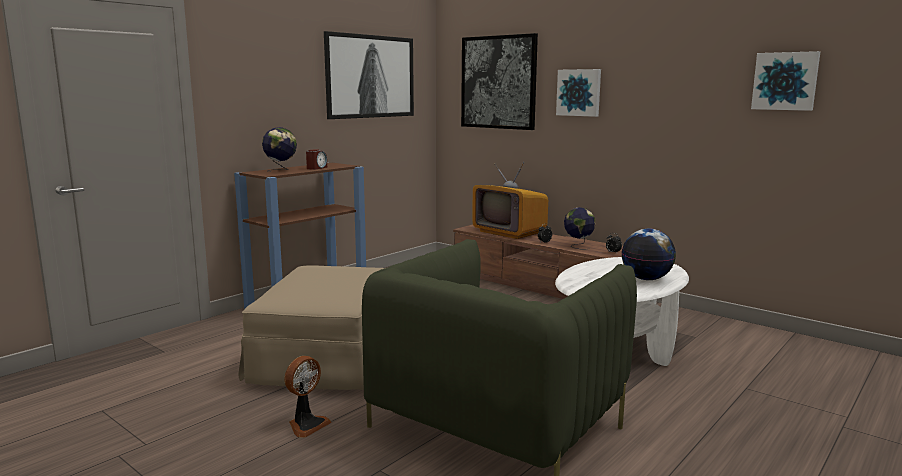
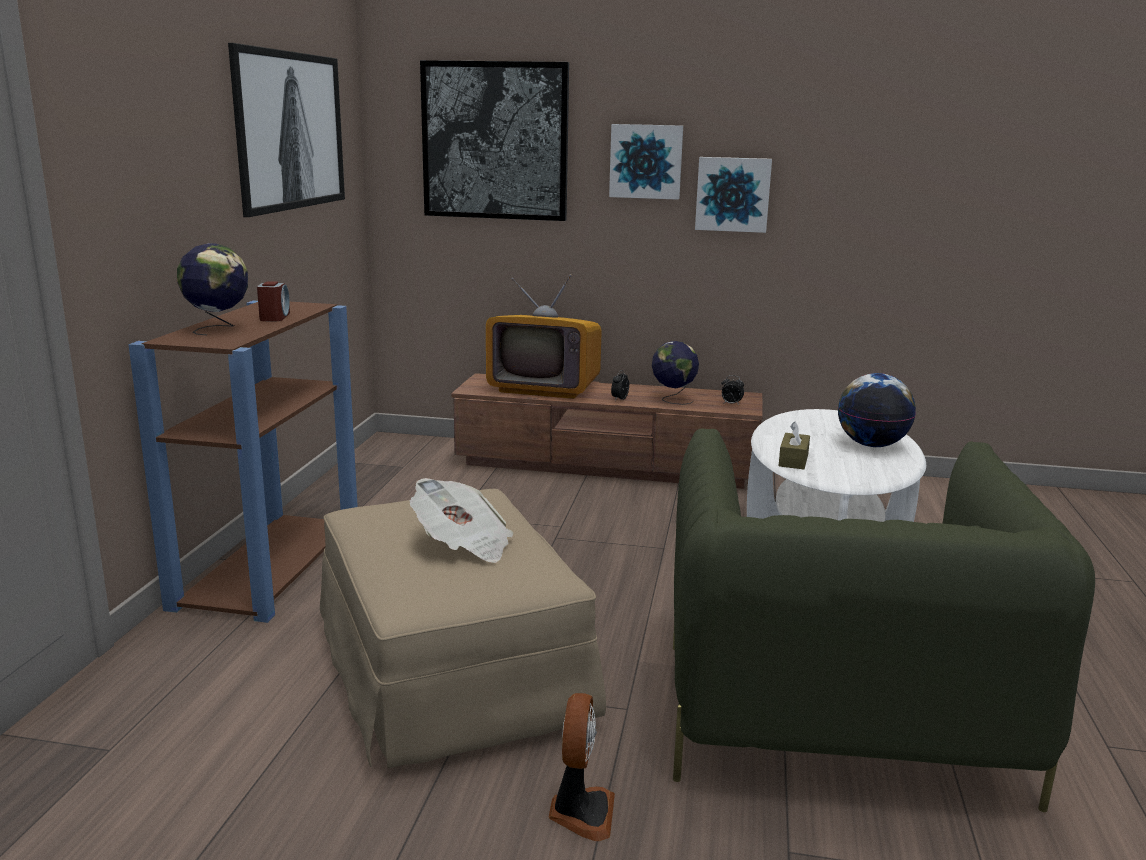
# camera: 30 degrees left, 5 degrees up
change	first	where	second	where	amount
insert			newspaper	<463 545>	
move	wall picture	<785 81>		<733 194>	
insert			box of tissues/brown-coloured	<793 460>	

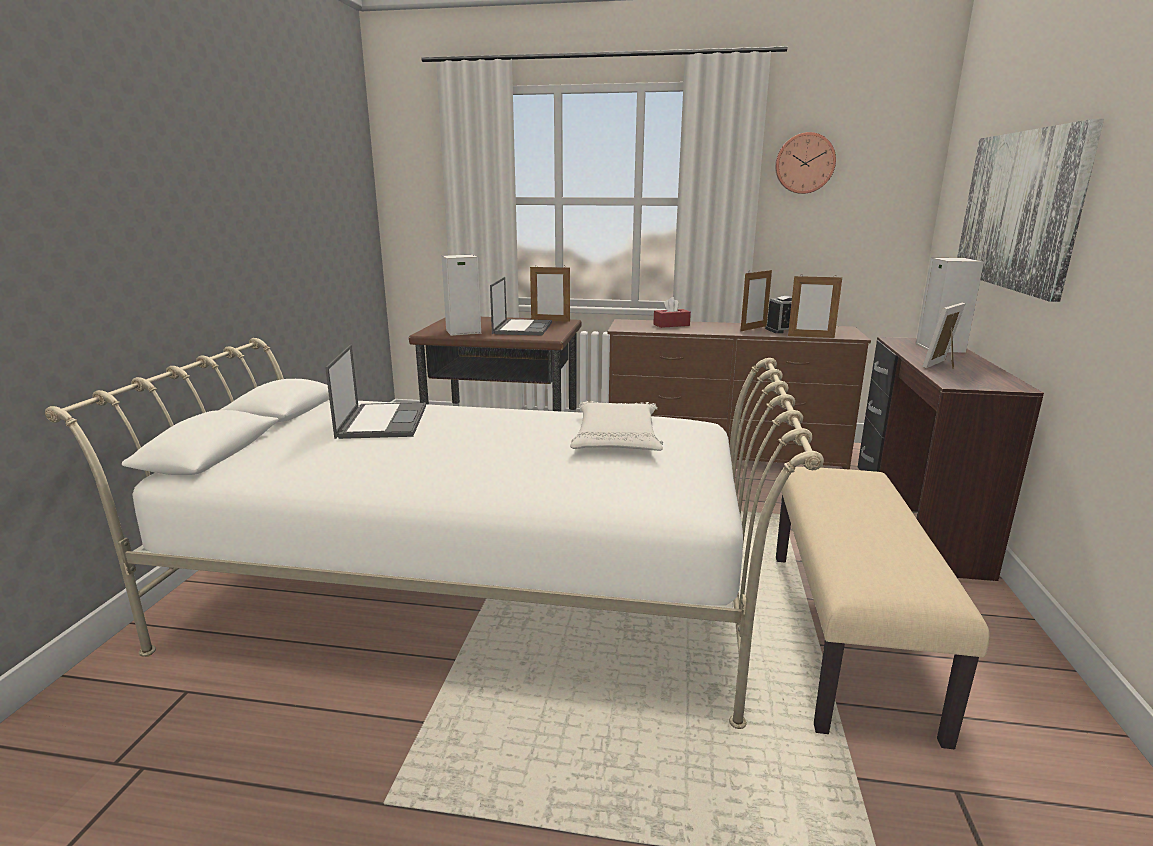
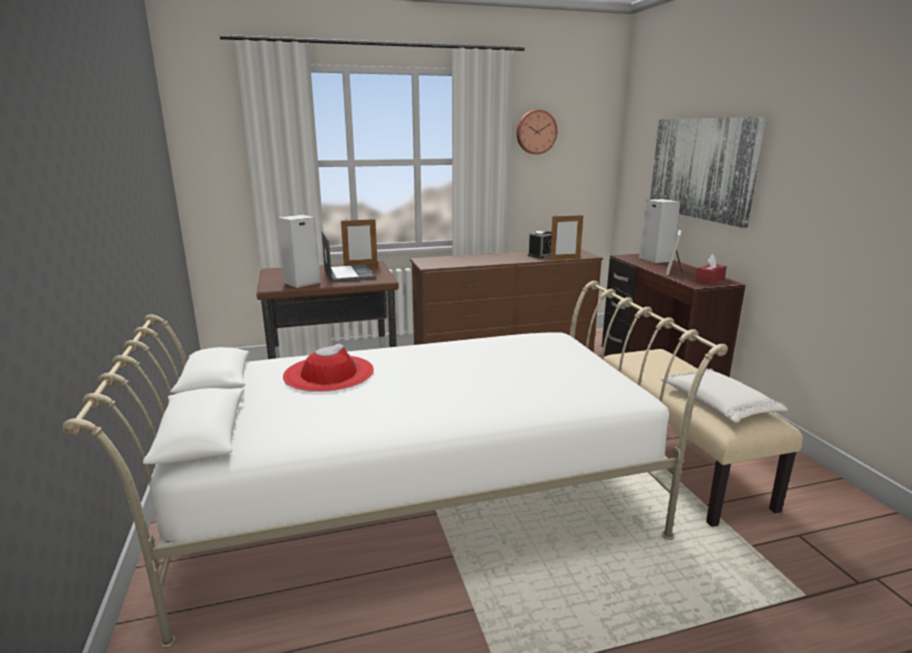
# camera: 25 degrees left, 0 degrees up
change	first	where	second	where	amount
replace	portable computer	<382 421>	clothing hat/reddish	<329 373>	
move	cushion/white-coloured	<617 435>		<719 401>	
move	box of tissues/reddish	<671 325>		<710 280>	
delete	photo frame	<753 328>			

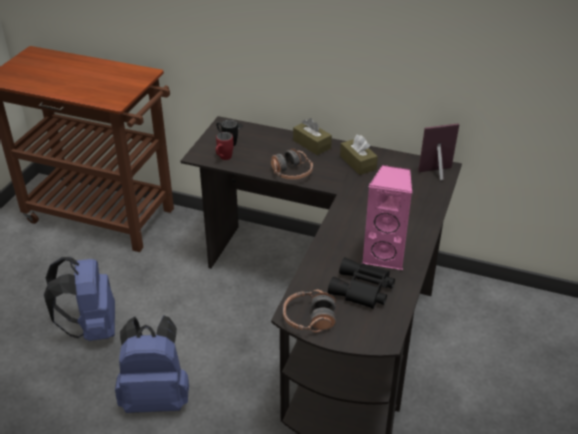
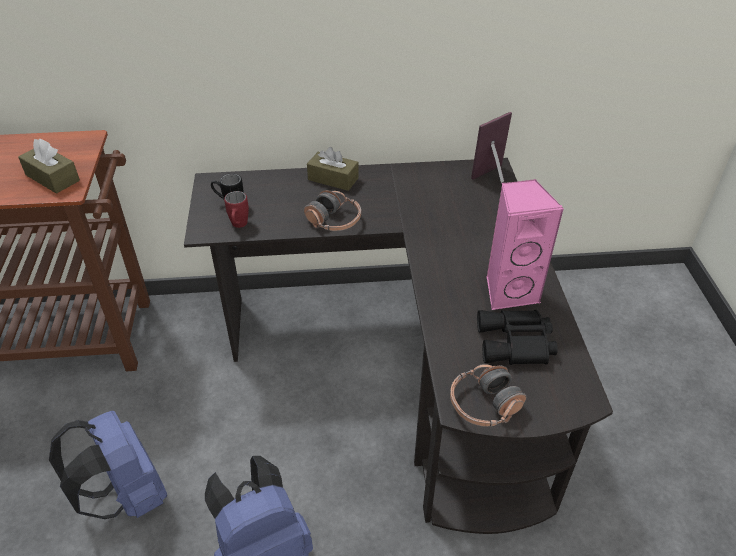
# camera: 25 degrees left, 5 degrees up
change	first	where	second	where	amount
move	box of tissues/brown-coloured	<358 163>		<52 178>	

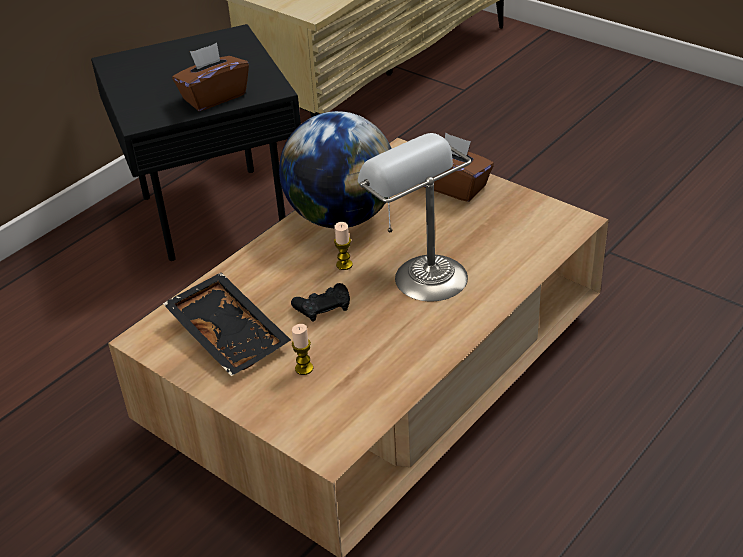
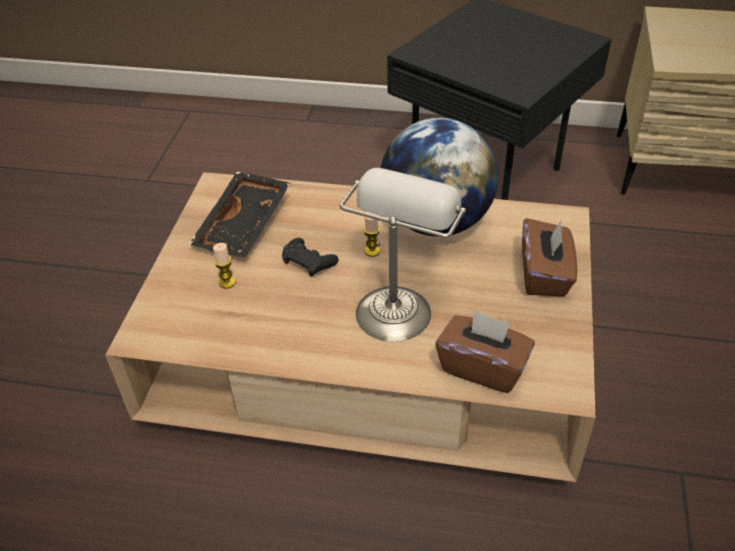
# camera: 60 degrees right, 5 degrees up
change	first	where	second	where	amount
move	box of tissues/brown-coloured	<214 97>		<482 367>	

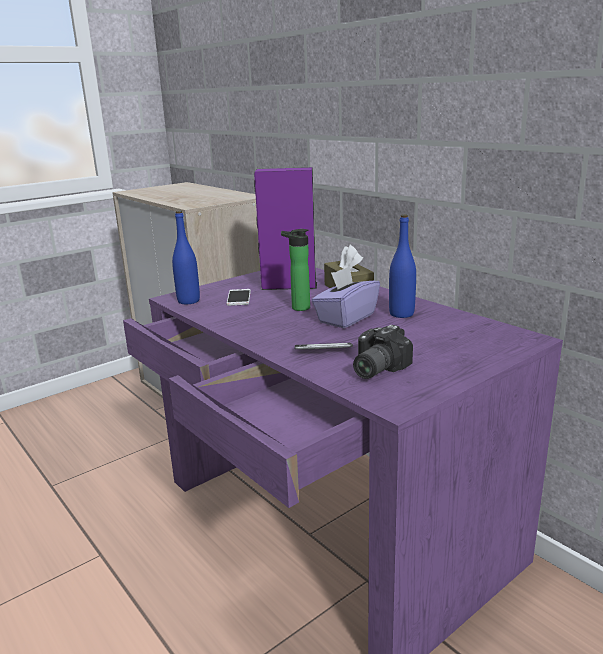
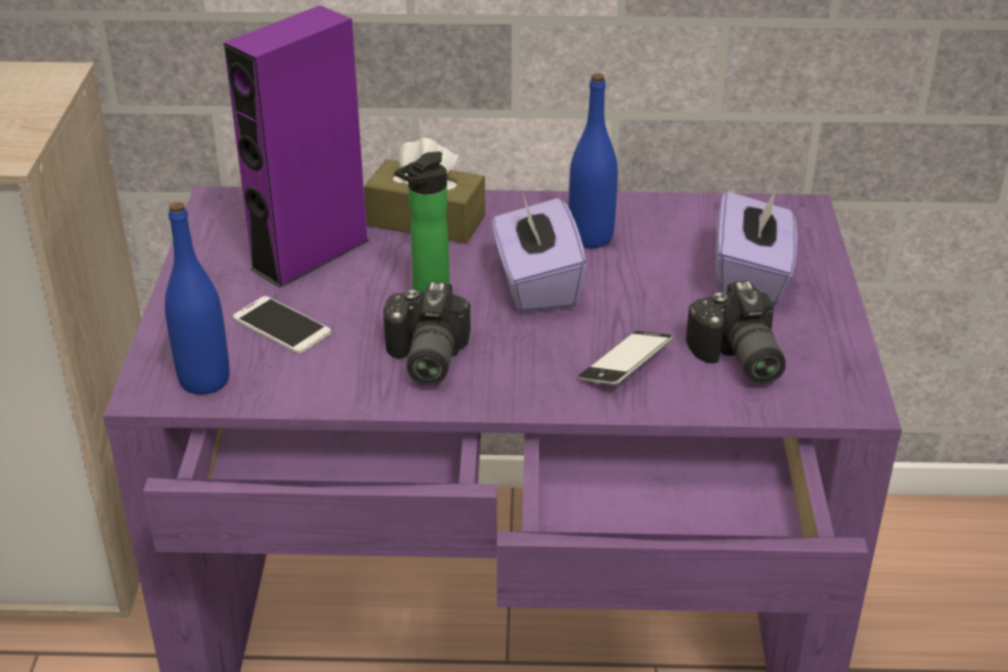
# camera: 50 degrees left, 15 degrees up
change	first	where	second	where	amount
insert			photo camera	<423 359>	
insert			box of tissues/purplish	<751 278>	

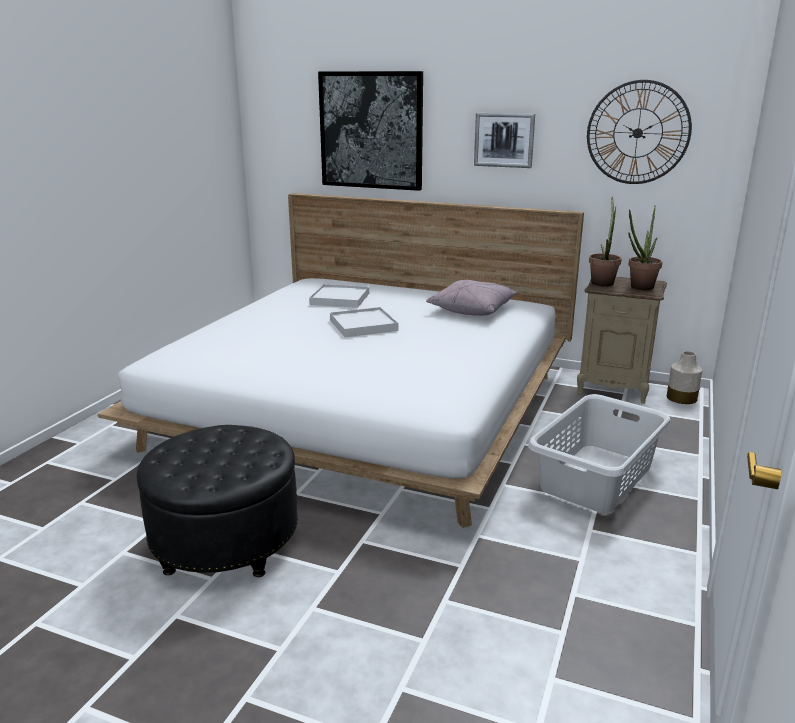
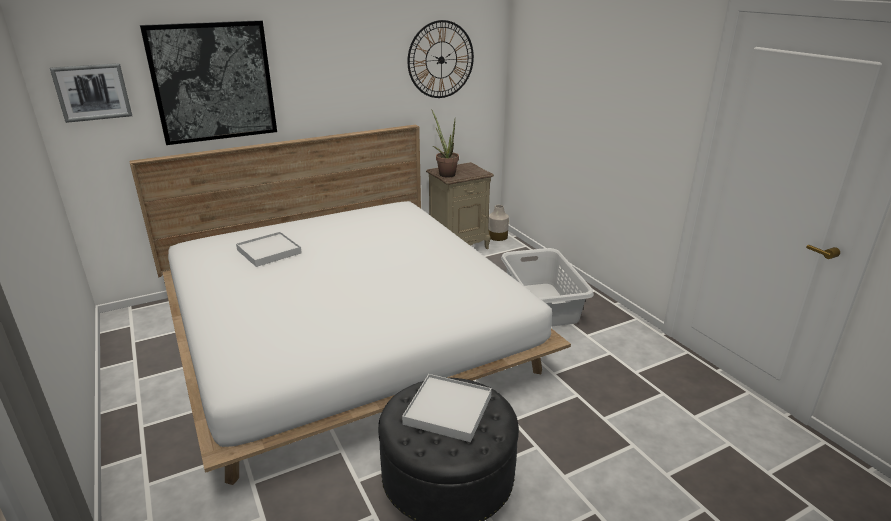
# camera: 50 degrees left, 5 degrees up
change	first	where	second	where	amount
move	wall picture	<504 140>		<92 92>	
move	carrying tray/white-coloured	<363 325>		<448 410>	
delete	cushion/purplish	<472 309>			
delete	houseplant	<638 288>			

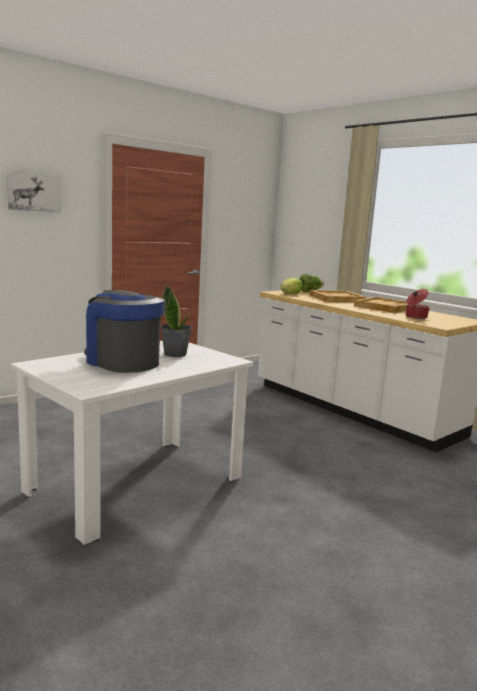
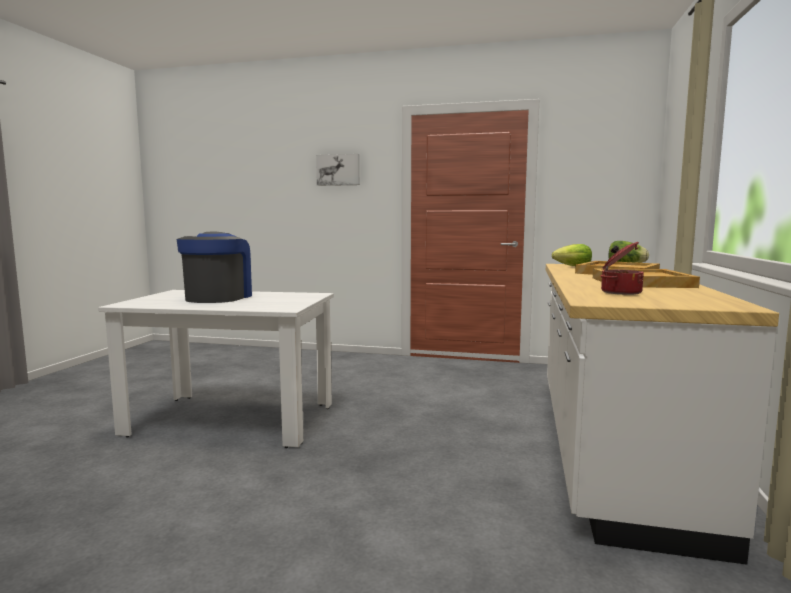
# camera: 55 degrees right, 5 degrees down
change	first	where	second	where	amount
delete	houseplant	<175 354>			

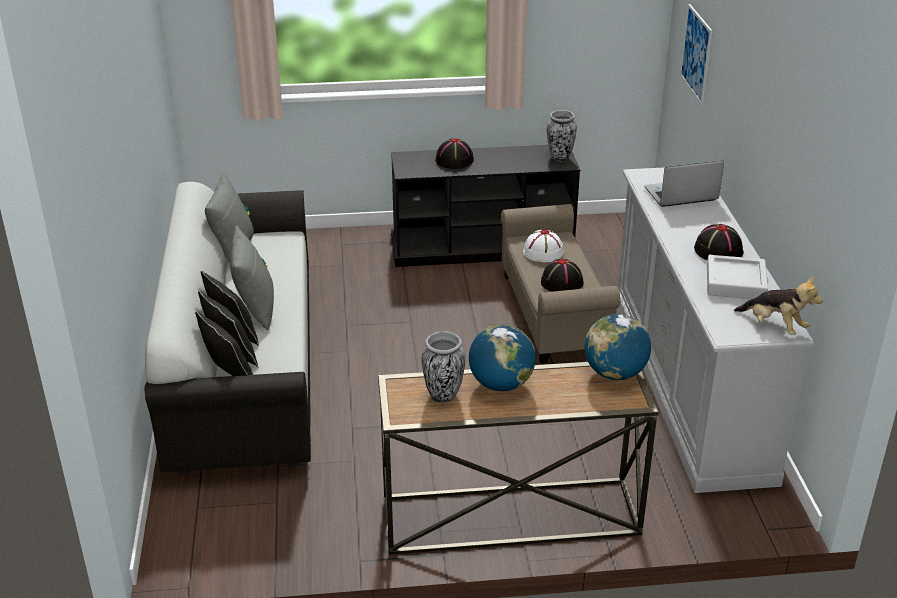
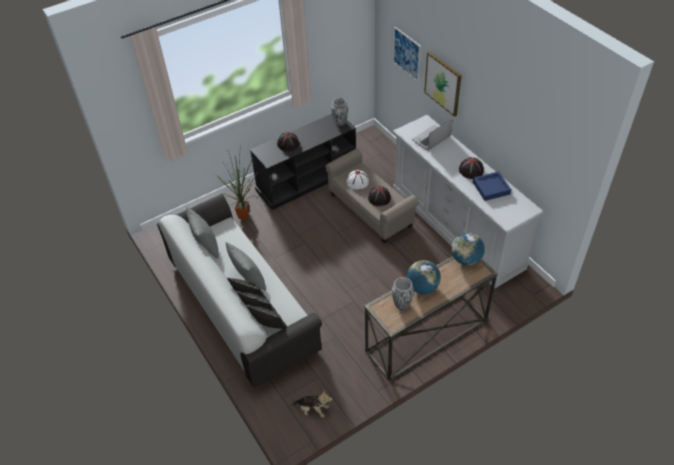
# camera: 25 degrees left, 15 degrees up
change	first	where	second	where	amount
insert			houseplant	<245 217>	
move	soft toy	<774 326>		<312 409>	
insert			wall picture	<443 83>	
recolor	carrying tray/gray	<735 283>	carrying tray/bluish	<491 188>	

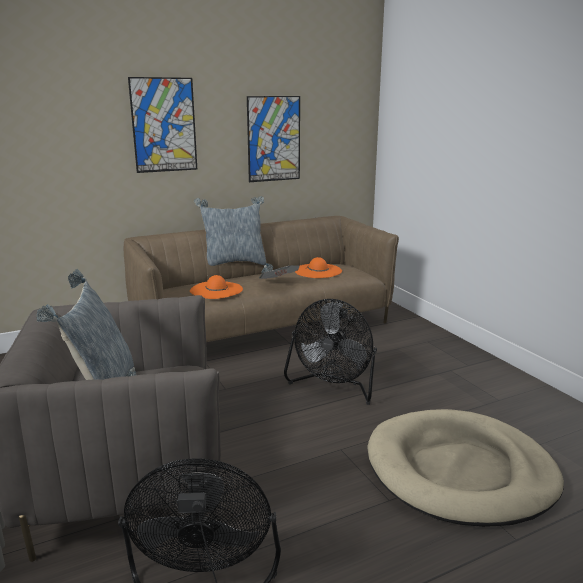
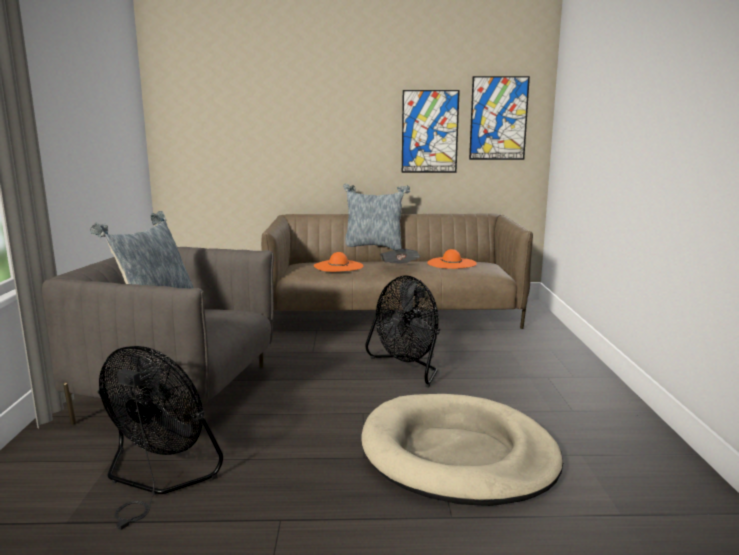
# camera: 25 degrees right, 5 degrees down
change	first	where	second	where	amount
move	wall picture	<164 125>		<498 118>	

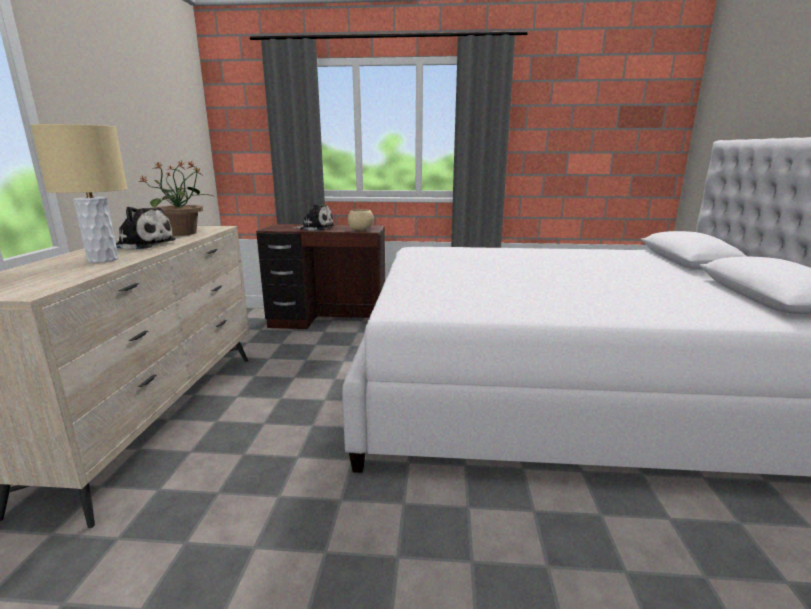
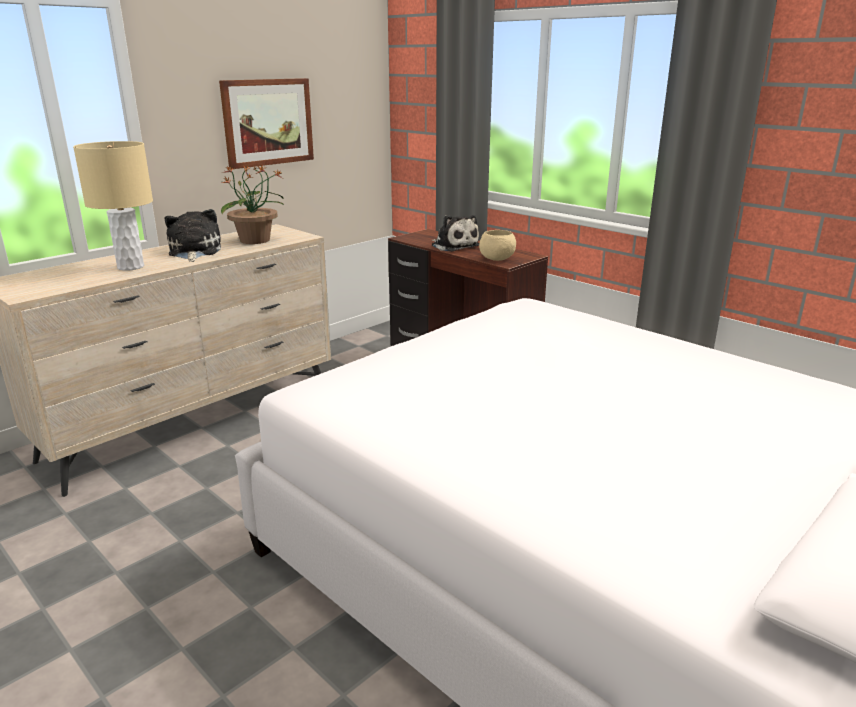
# camera: 40 degrees right, 5 degrees up
change	first	where	second	where	amount
rotate	soft toy	<142 245>		<194 252>	150 degrees counterclockwise
insert			wall picture	<268 122>	

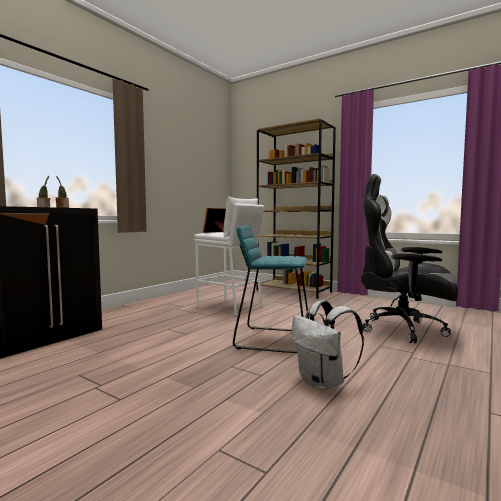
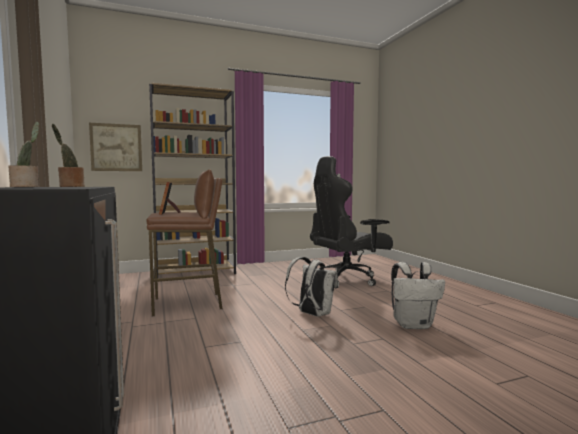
# camera: 55 degrees left, 0 degrees up
change	first	where	second	where	amount
insert			wall picture	<116 147>	
recolor	stool/white-coloured	<229 307>	stool/brown-coloured	<188 304>	
replace	stool/turquoise-coloured	<273 339>	backpack/white-coloured	<312 314>	

